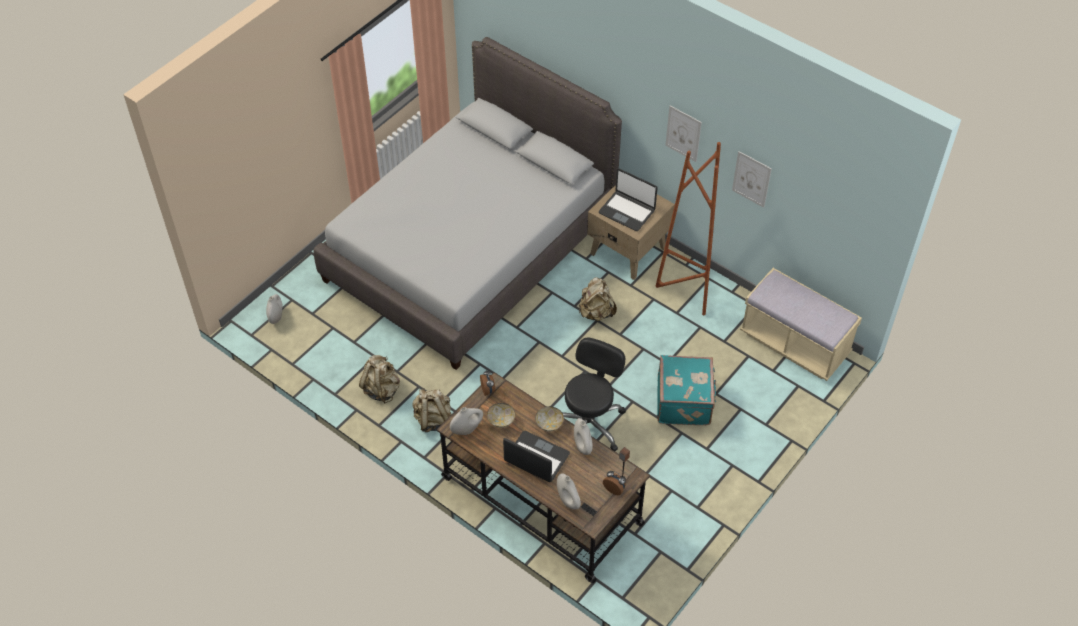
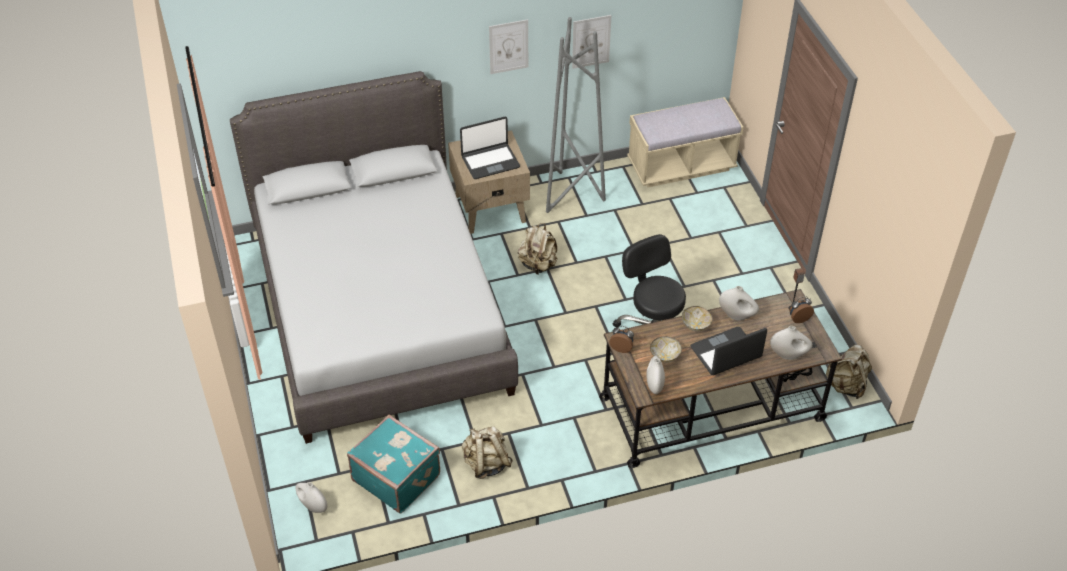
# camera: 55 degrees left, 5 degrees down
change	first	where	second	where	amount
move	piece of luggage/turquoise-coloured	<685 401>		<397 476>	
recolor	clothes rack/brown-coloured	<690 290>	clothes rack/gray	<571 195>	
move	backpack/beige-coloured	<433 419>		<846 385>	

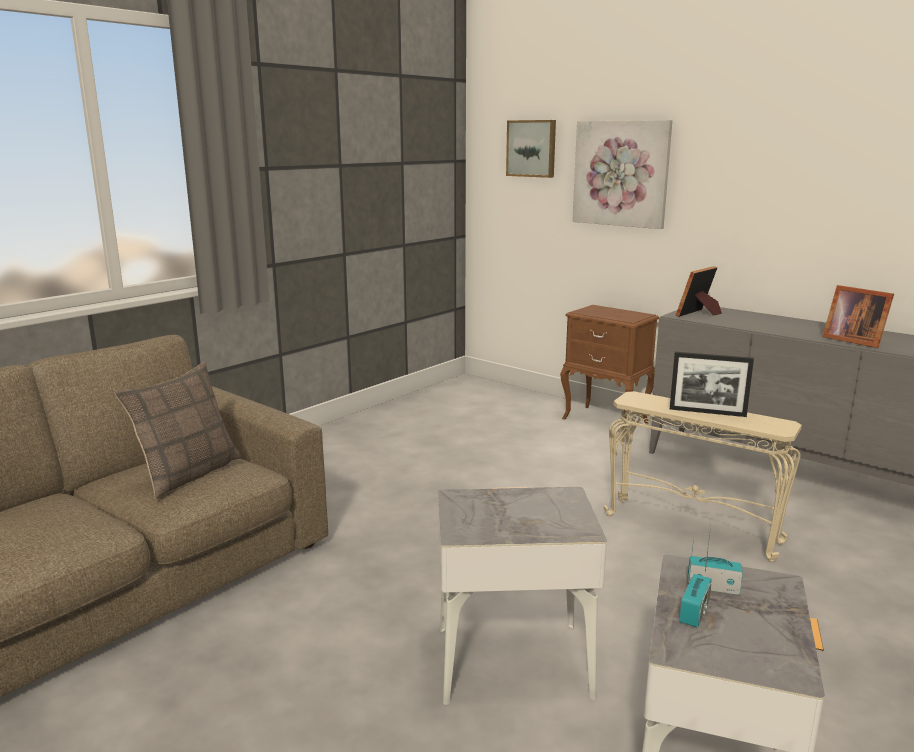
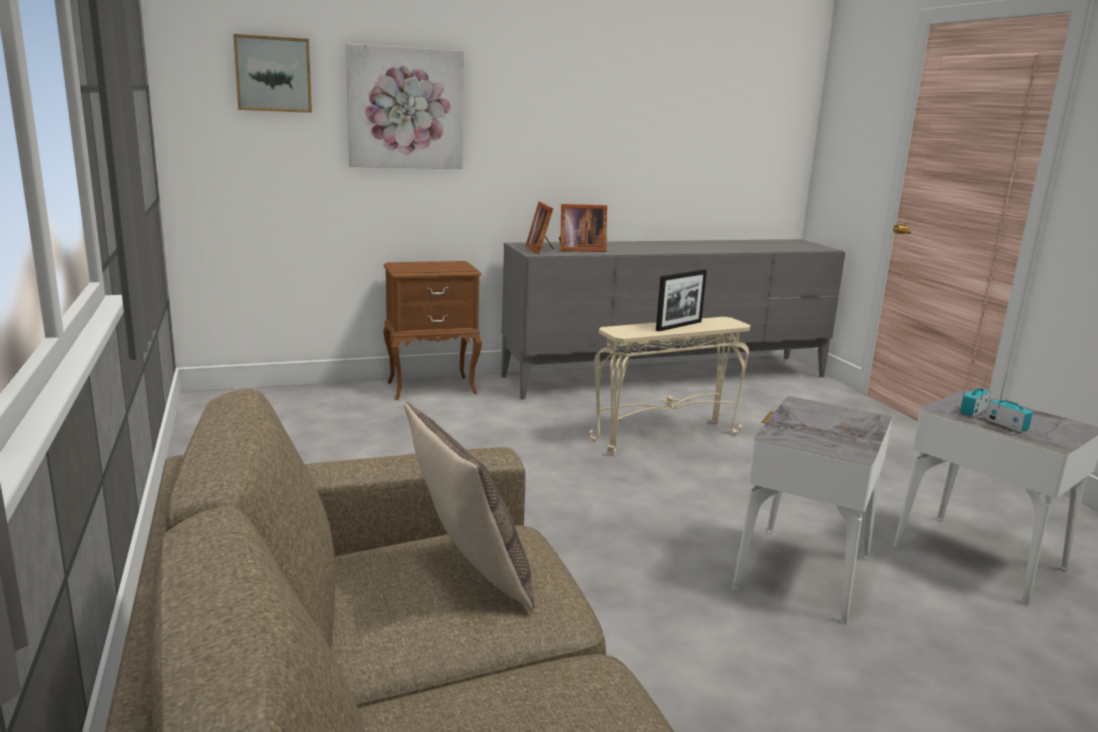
# camera: 60 degrees left, 0 degrees up
change	first	where	second	where	amount
move	photo frame	<852 340>		<579 250>	

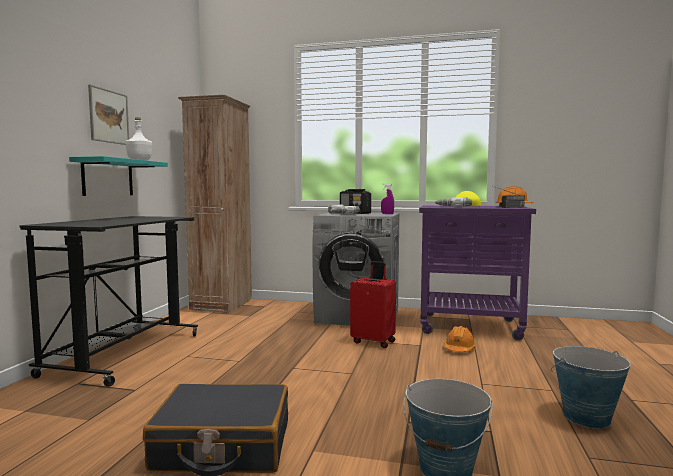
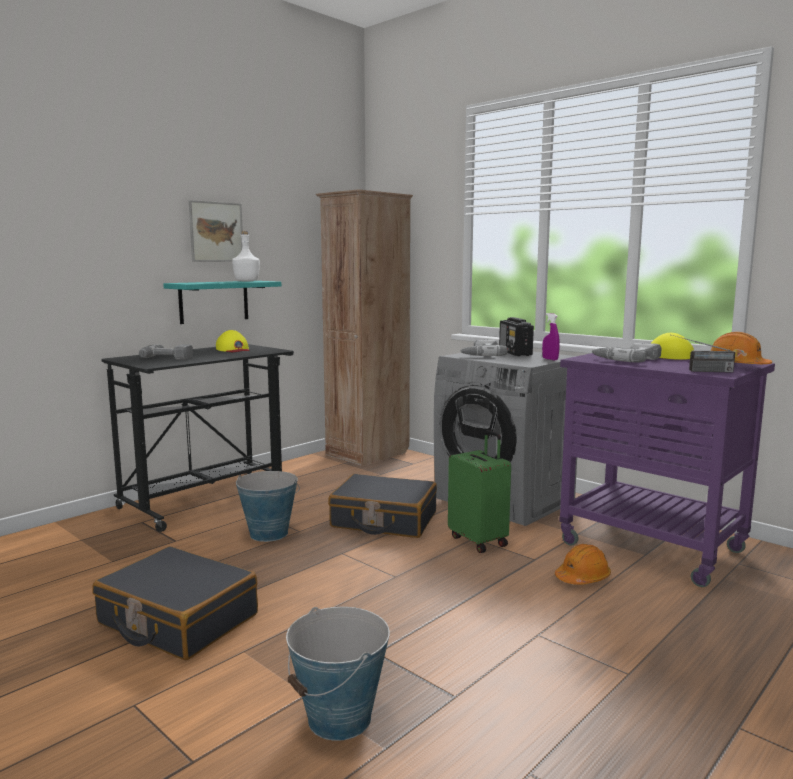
# camera: 30 degrees right, 5 degrees up
change	first	where	second	where	amount
insert			power drill	<170 356>	
insert			baseball cap/yellow	<233 349>	
move	pail	<586 417>		<268 533>	
insert			piece of luggage/black-coloured	<384 520>	
recolor	piece of luggage/reddish	<374 342>	piece of luggage/green-coloured	<479 541>	

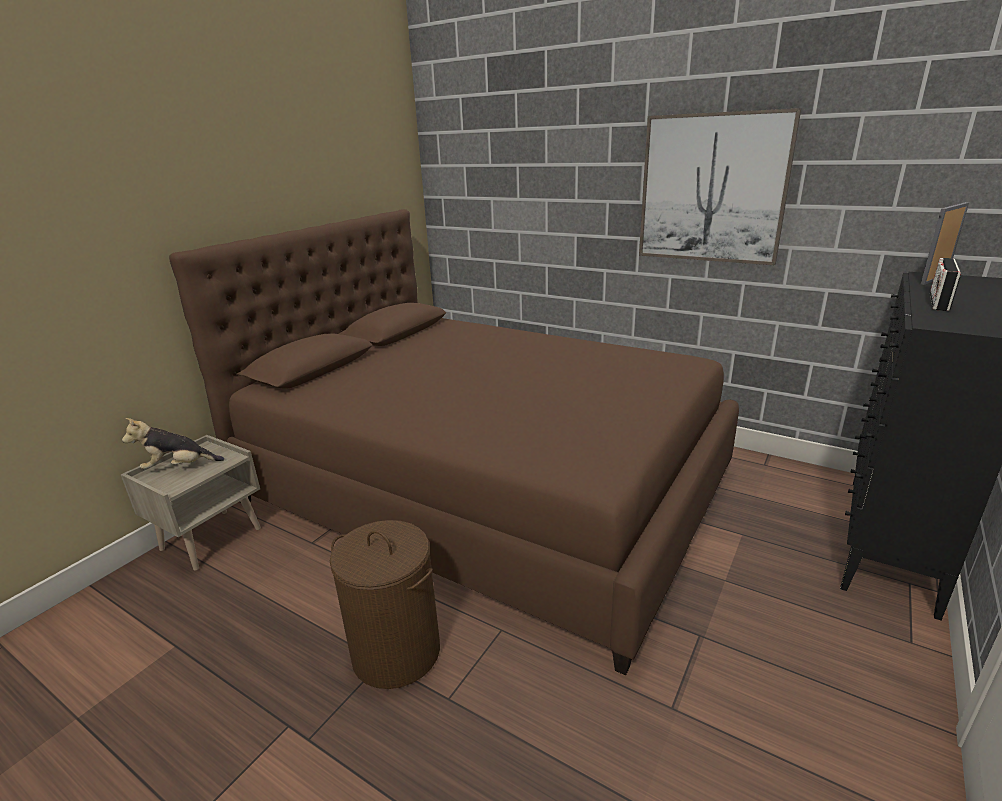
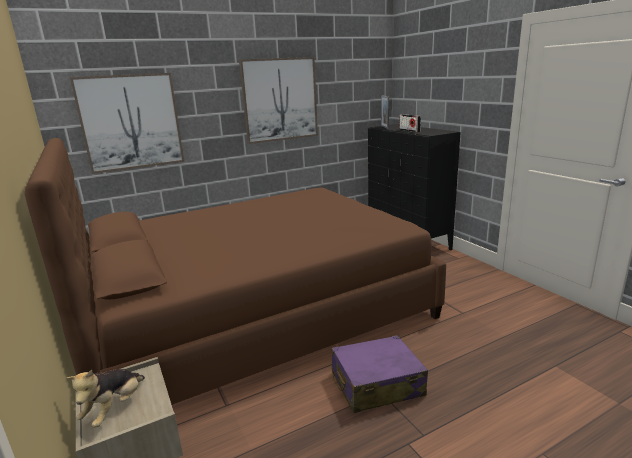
# camera: 60 degrees left, 5 degrees down
change	first	where	second	where	amount
insert			wall picture	<131 122>	
replace	laundry basket/brown-coloured	<395 652>	piece of luggage/purplish	<376 384>	

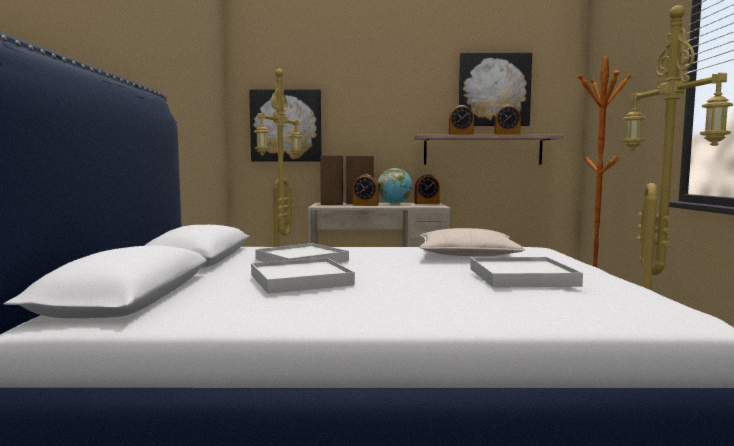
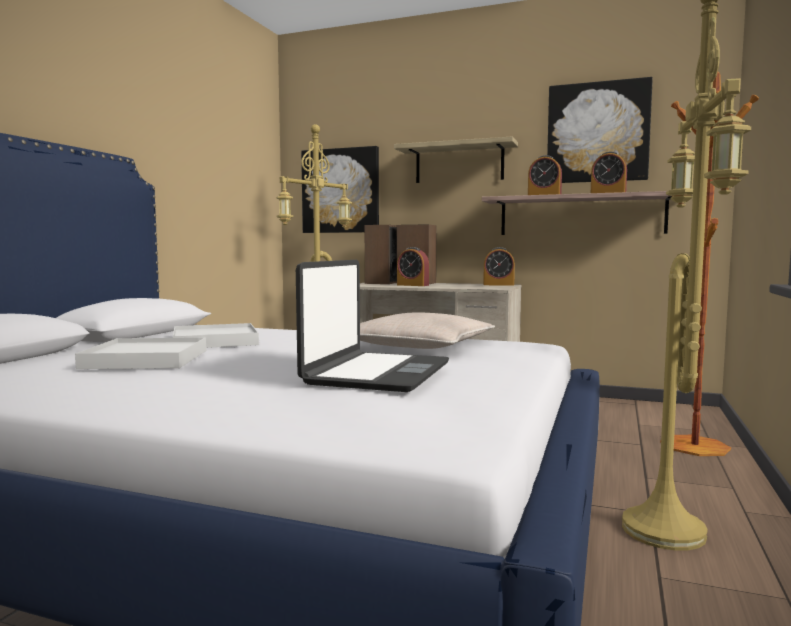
# camera: 20 degrees right, 0 degrees up
change	first	where	second	where	amount
replace	carrying tray/white-coloured	<521 277>	portable computer	<376 373>	
insert			shelf	<459 163>	
delete	world globe	<394 203>			

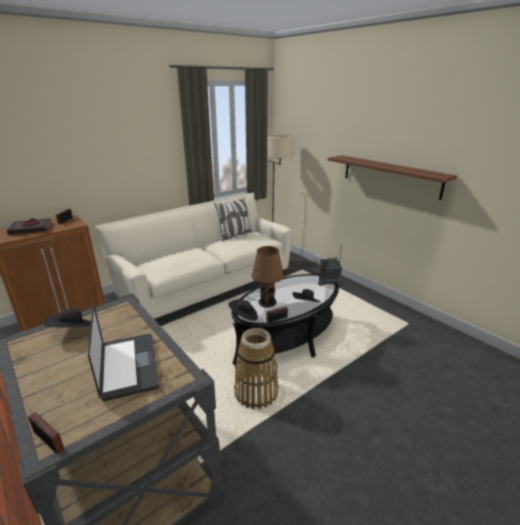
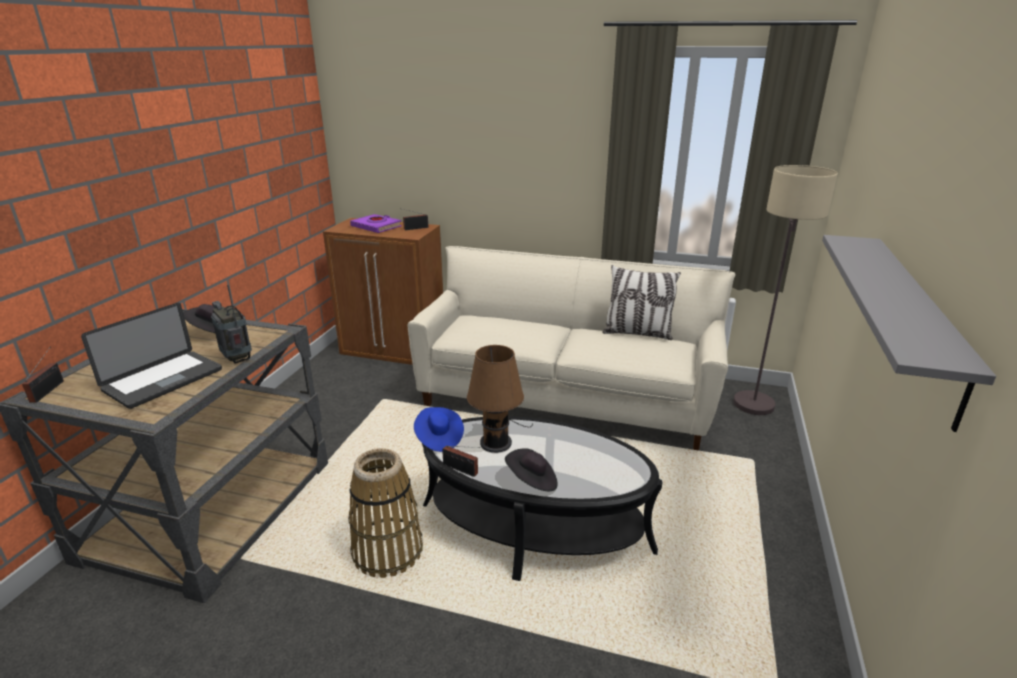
# camera: 55 degrees right, 0 degrees up
change	first	where	second	where	amount
move	radio set	<328 283>		<237 359>	
recolor	bound book/black-coloured	<31 229>	bound book/purplish	<376 227>	
recolor	clothing hat/black-coloured	<244 316>	clothing hat/bluish	<438 438>	
recolor	shelf/brown-coloured	<390 176>	shelf/gray	<914 320>	

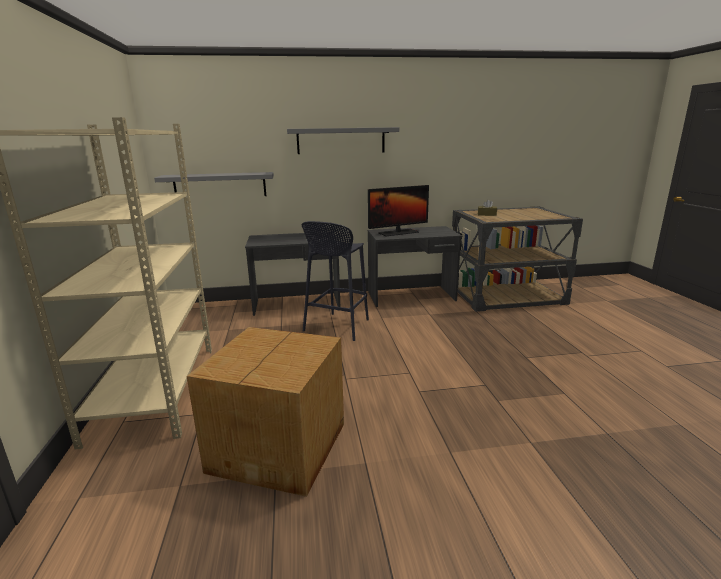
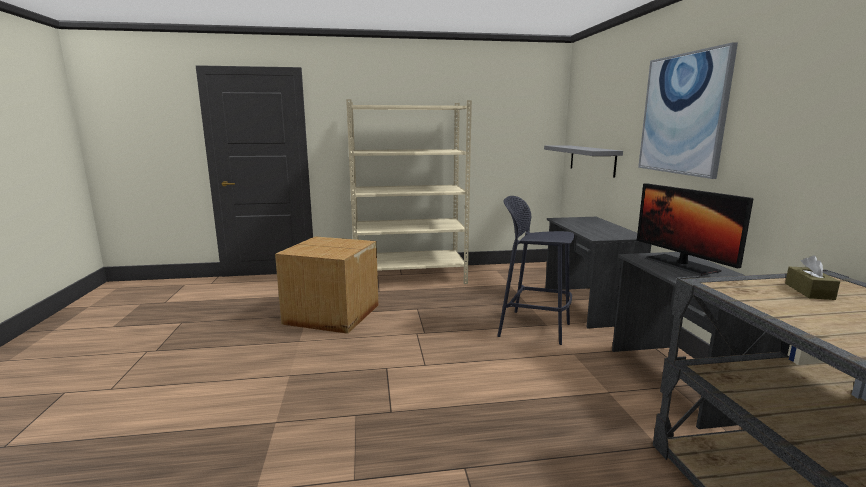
# camera: 90 degrees right, 5 degrees down
change	first	where	second	where	amount
replace	shelf/gray	<341 141>	wall picture	<682 114>	

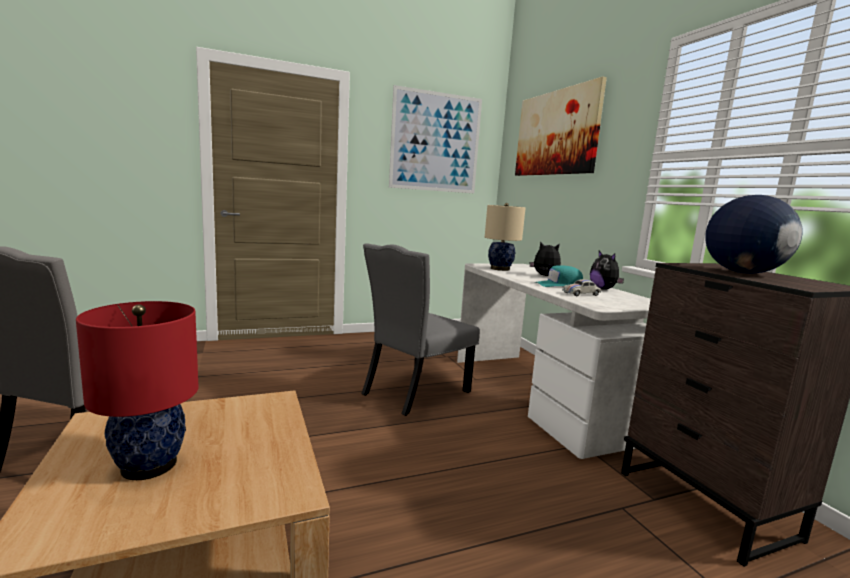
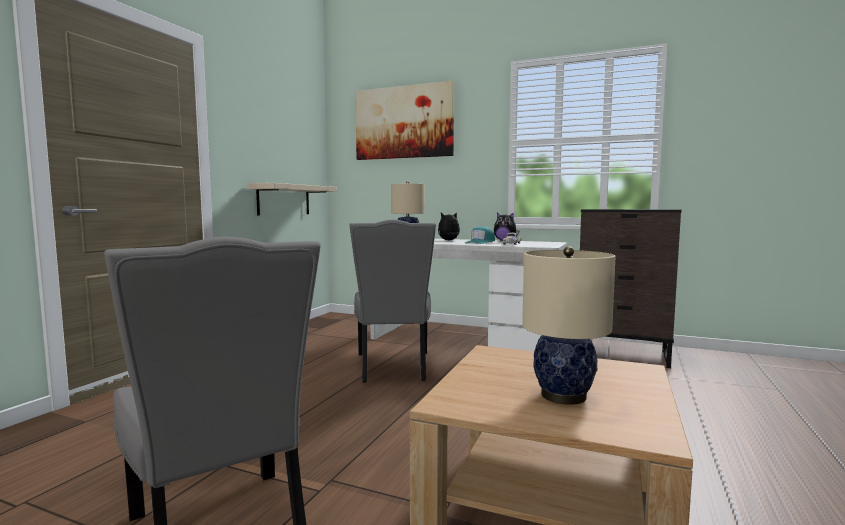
# camera: 45 degrees left, 5 degrees down
change	first	where	second	where	amount
insert			shelf/beige-coloured	<284 200>	
recolor	table lamp/reddish	<149 465>	table lamp/beige-coloured	<564 395>	
delete	wall picture	<435 142>			
delete	world globe	<742 273>			

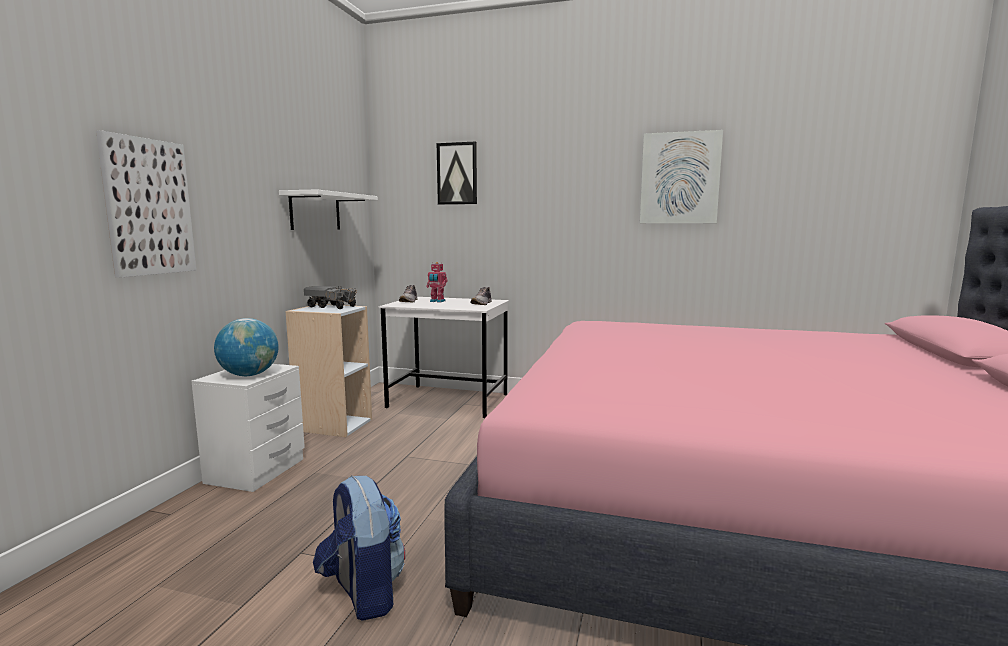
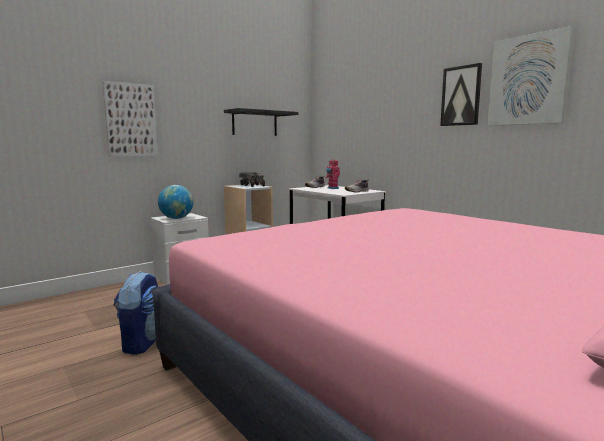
# camera: 35 degrees right, 0 degrees up
change	first	where	second	where	amount
recolor	shelf/white-coloured	<315 211>	shelf/black-coloured	<254 123>	
move	wall picture	<457 173>		<461 96>	

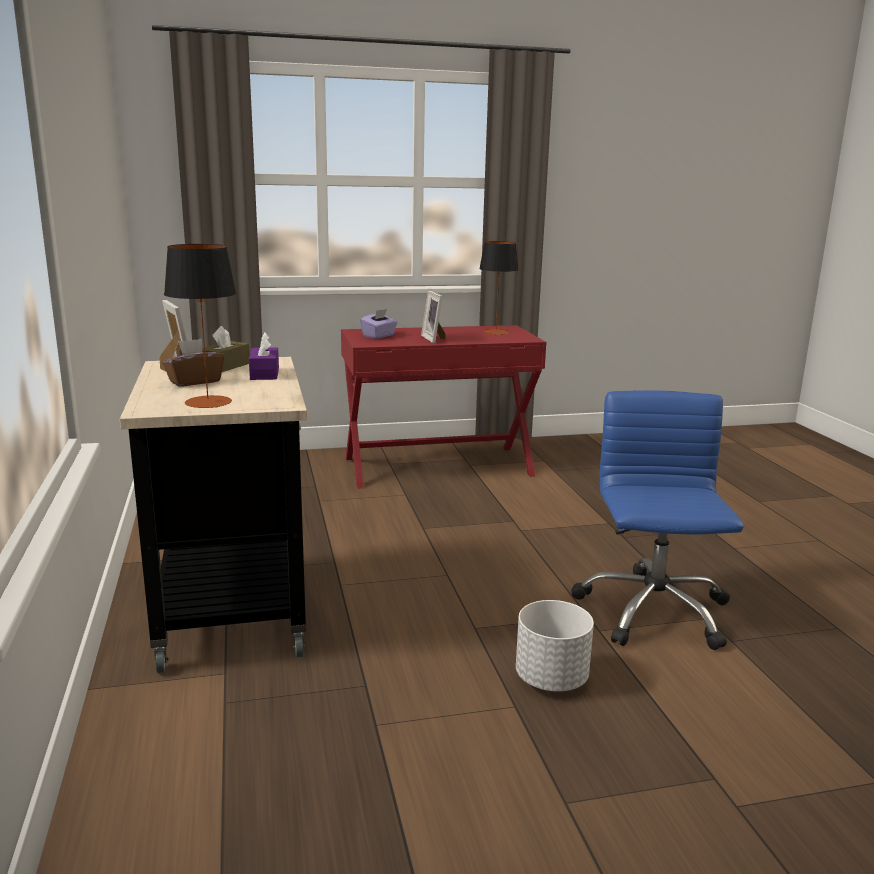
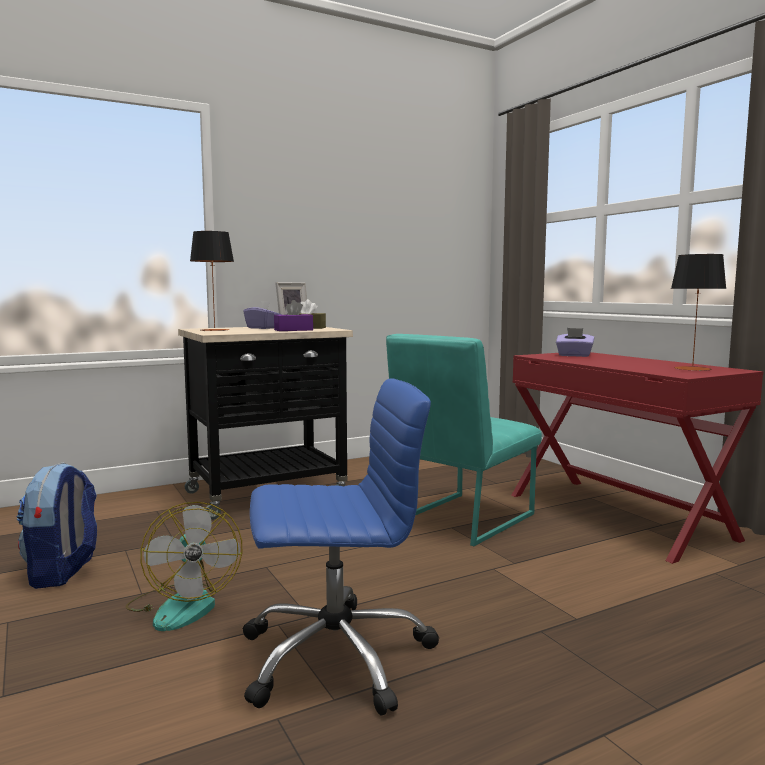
# camera: 75 degrees right, 10 degrees down
change	first	where	second	where	amount
insert			backpack	<63 572>	
replace	flower pot/white-coloured	<551 679>	electric fan	<183 605>	
recolor	box of tissues/brown-coloured	<194 381>	box of tissues/purplish	<263 328>	
insert			upright chair/turquoise-coloured	<462 519>	
delete	photo frame	<434 339>			

